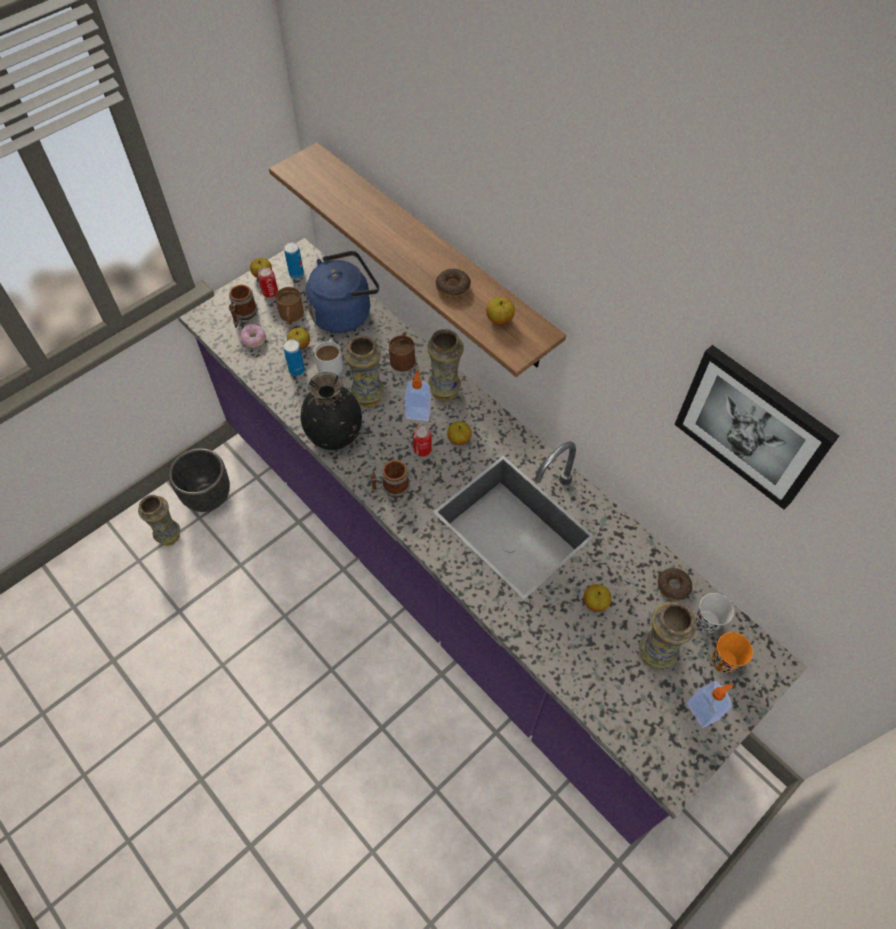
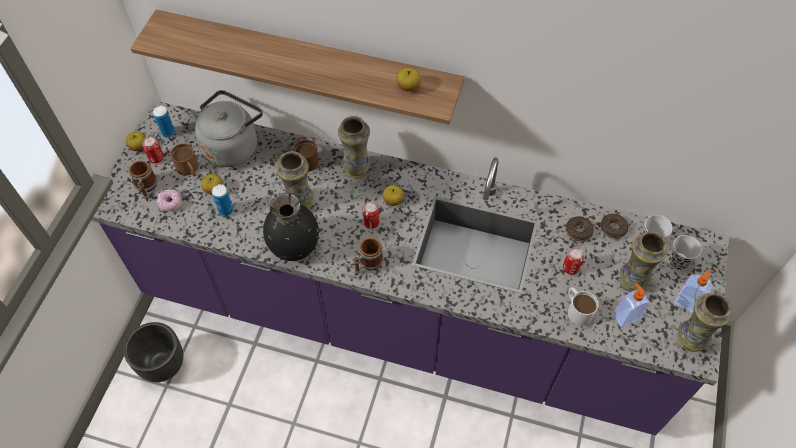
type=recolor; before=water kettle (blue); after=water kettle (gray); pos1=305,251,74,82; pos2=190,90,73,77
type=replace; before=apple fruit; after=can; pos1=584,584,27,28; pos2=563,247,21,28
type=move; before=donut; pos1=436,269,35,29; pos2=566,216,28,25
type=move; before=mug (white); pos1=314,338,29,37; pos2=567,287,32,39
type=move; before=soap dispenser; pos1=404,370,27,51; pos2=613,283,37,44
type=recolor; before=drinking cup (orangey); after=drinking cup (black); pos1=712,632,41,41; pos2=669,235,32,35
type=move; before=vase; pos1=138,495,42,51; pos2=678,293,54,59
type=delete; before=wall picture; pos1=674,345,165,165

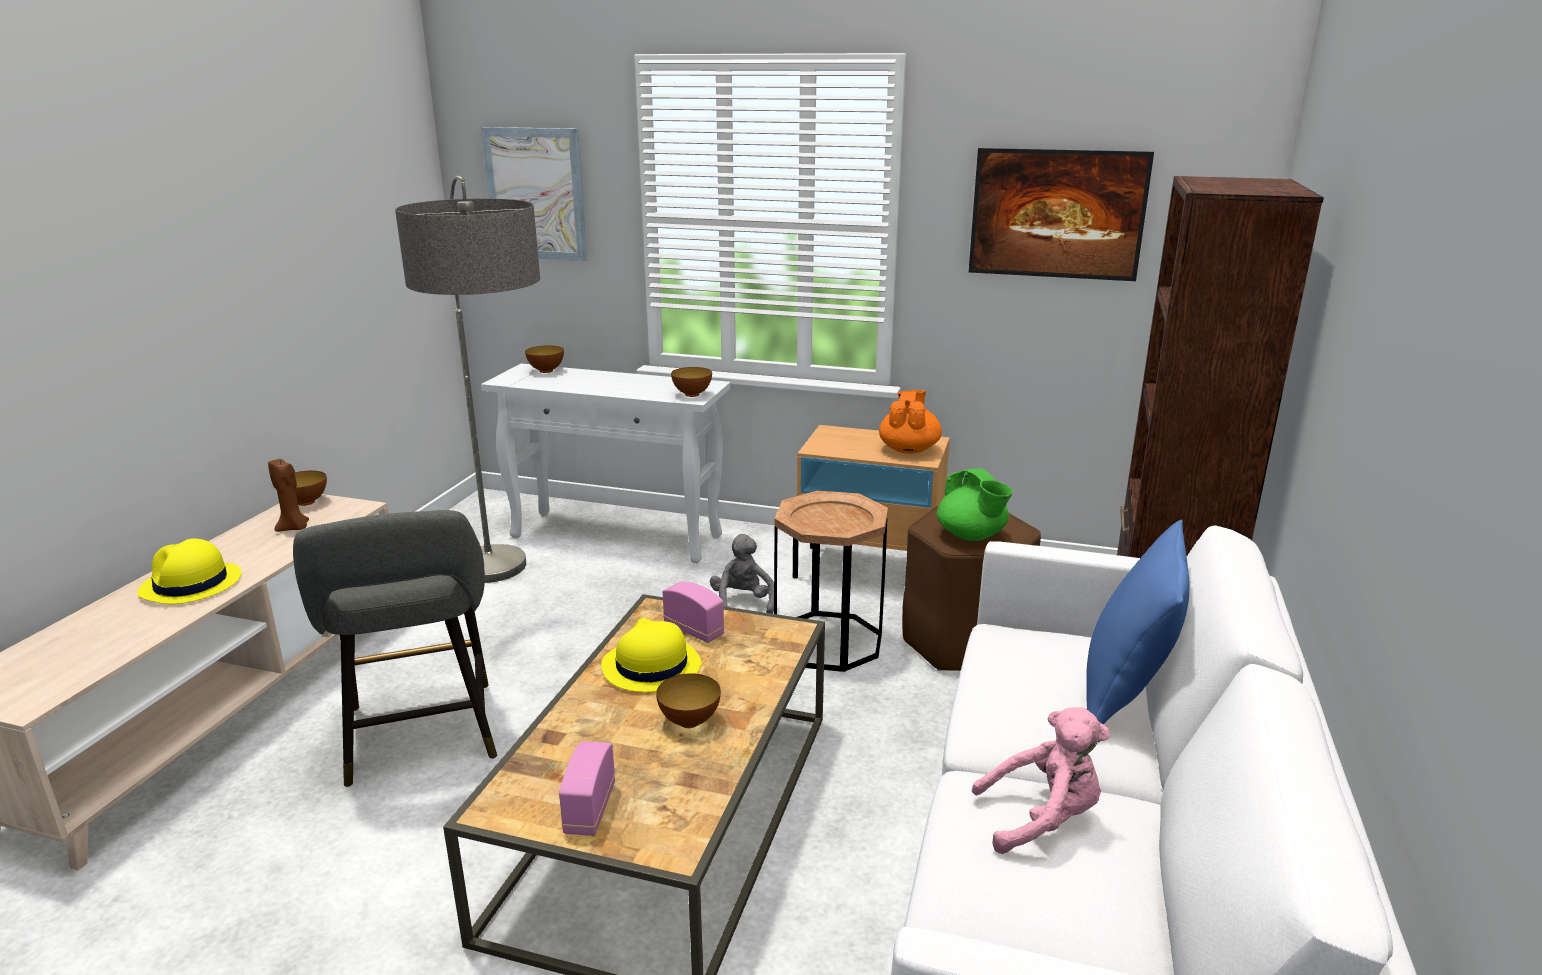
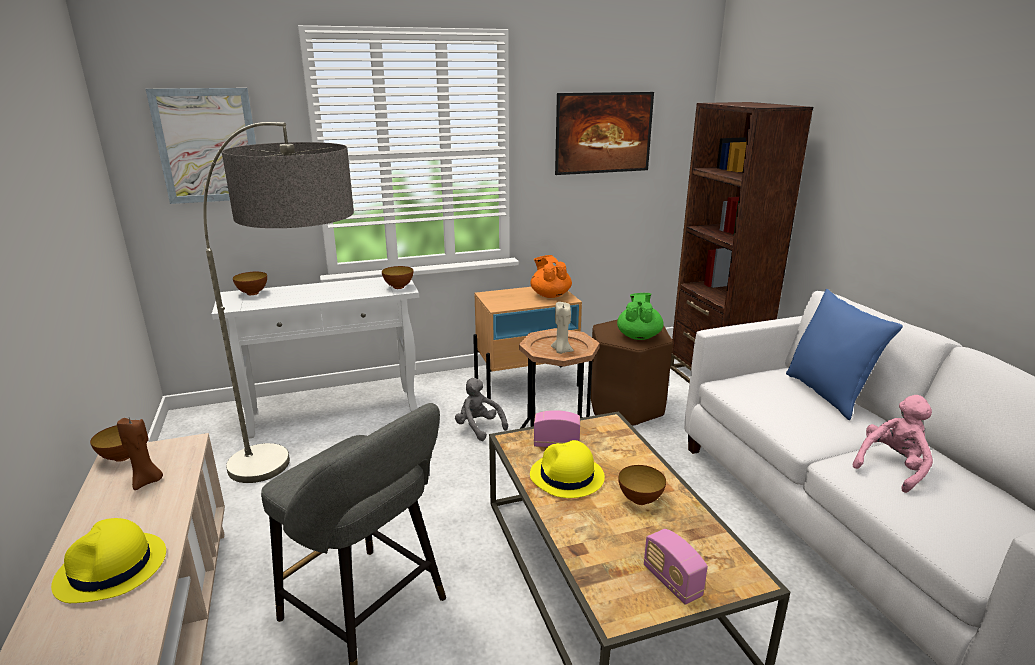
type=insert; after=wax candle (beige-coloured); pos2=551,302,23,52
type=rotate; before=teapot (green); pos1=937,468,76,73; pos2=617,293,47,47; turn=-105

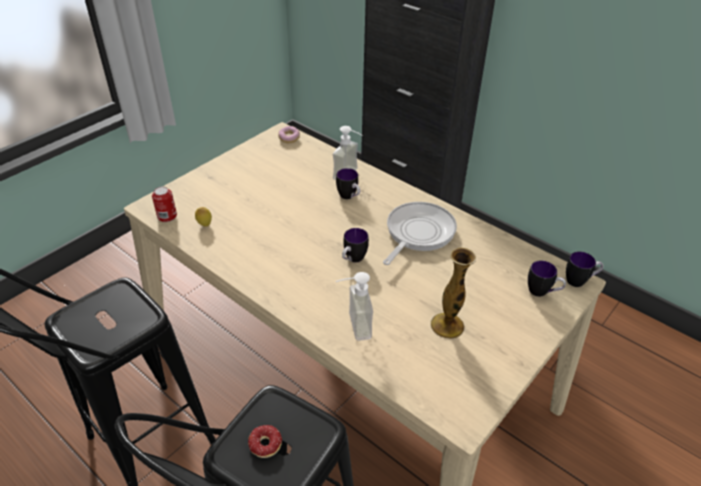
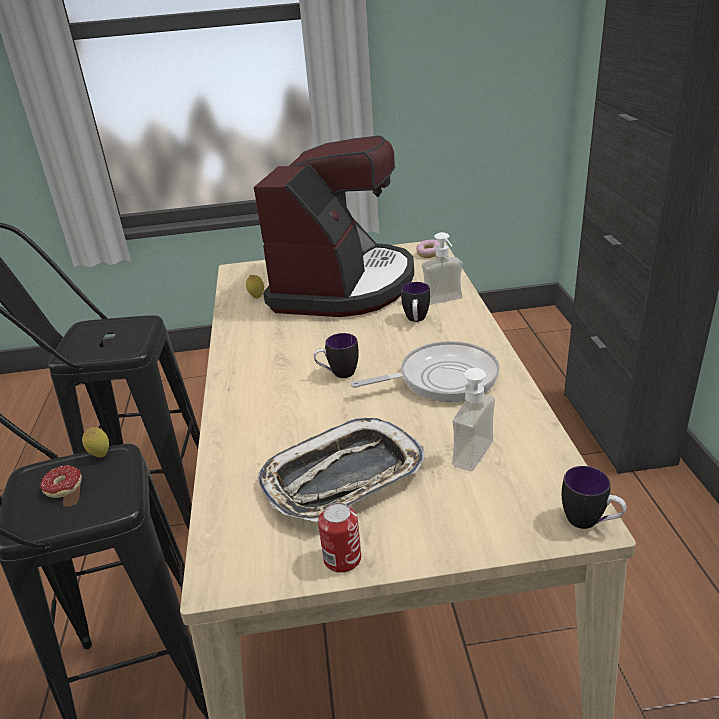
type=insert; after=citrus fruit; pos2=82,427,27,30
type=insert; after=coffee machine; pos2=254,136,160,181
type=replace; before=vase; after=serving tray; pos1=430,248,46,91; pos2=258,418,167,104
type=move; before=can; pos1=152,187,25,35; pos2=318,503,43,70
type=move; before=soap dispenser; pos1=336,272,37,69; pos2=441,366,54,105
type=delete; before=mug; pos1=528,260,38,37

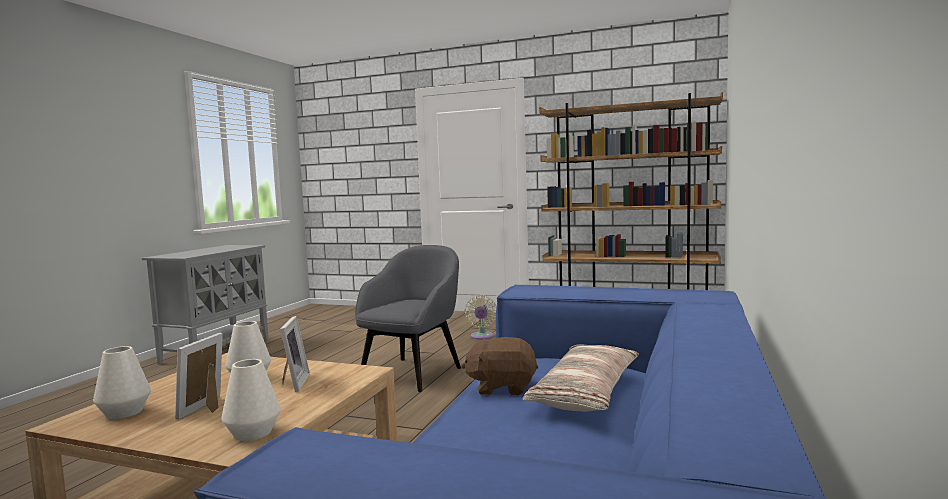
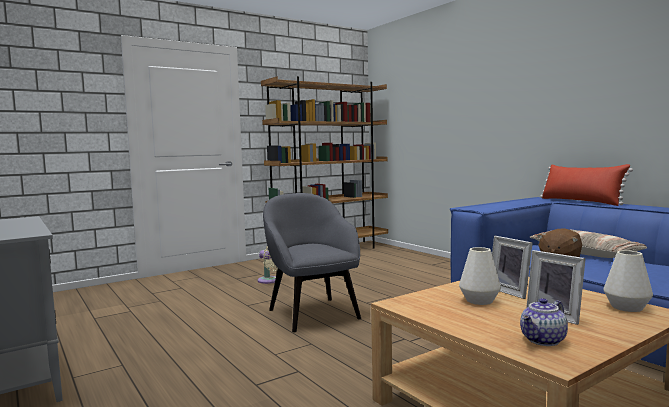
type=rotate; before=standing frame; pos1=280,316,30,76; pos2=492,236,41,63; turn=-150
type=replace; before=vase (white); after=teapot; pos1=93,346,58,73; pos2=520,298,48,48
type=insert; after=pillow (red-coloured); pos2=540,164,93,42

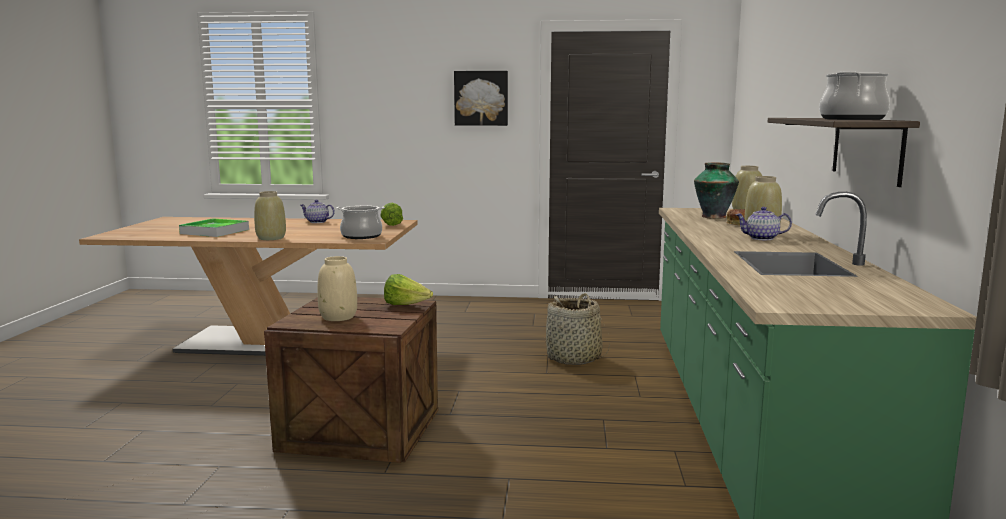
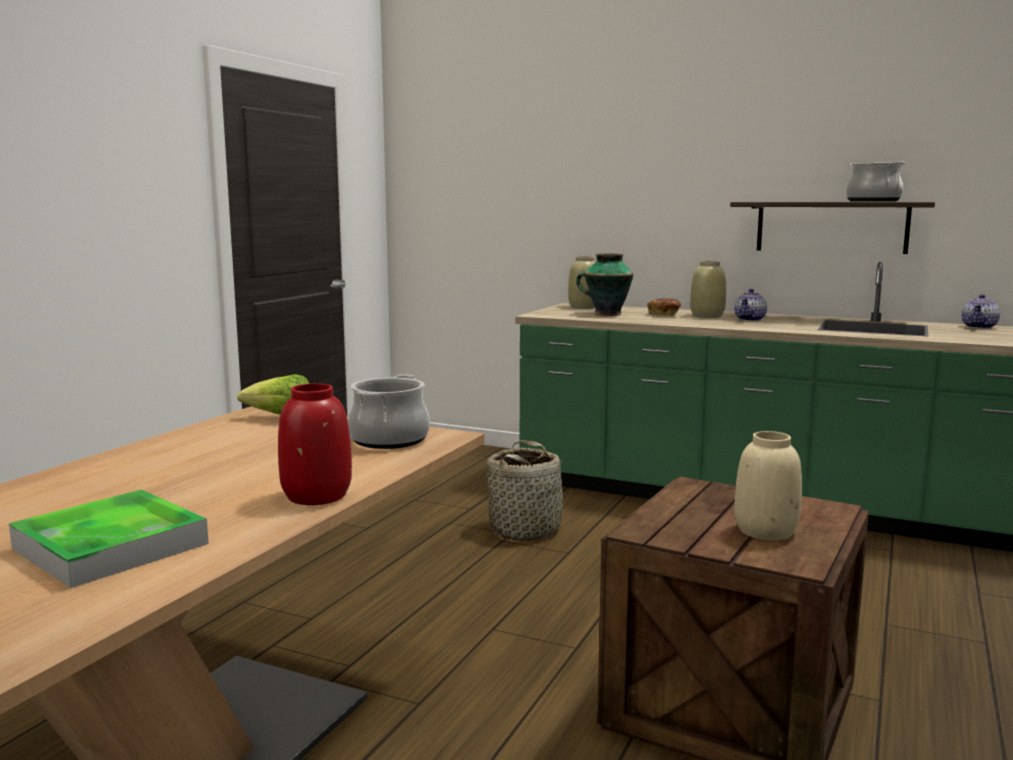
type=recolor; before=vase (beige-coloured); after=vase (red-coloured); pos1=254,191,32,49; pos2=278,383,74,122
type=move; before=teapot; pos1=300,200,35,23; pos2=962,294,38,35
type=delete; before=lettuce head; pos1=384,274,49,31
type=delete; before=wall picture; pos1=454,71,54,55

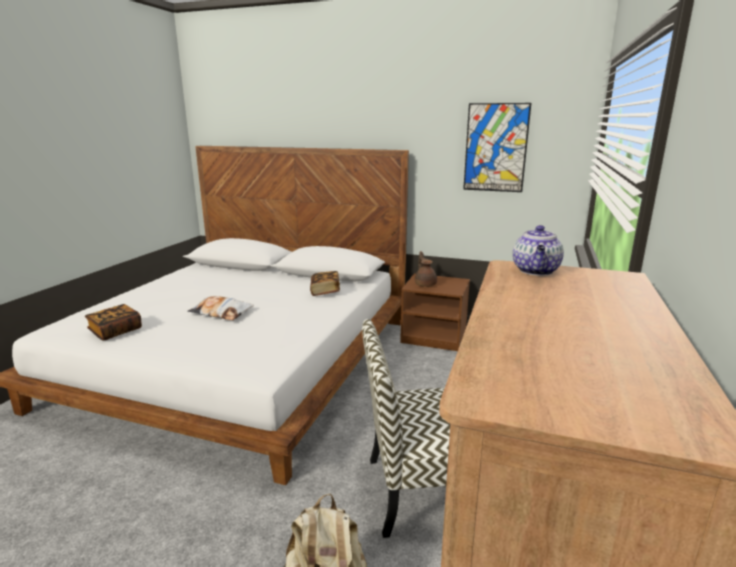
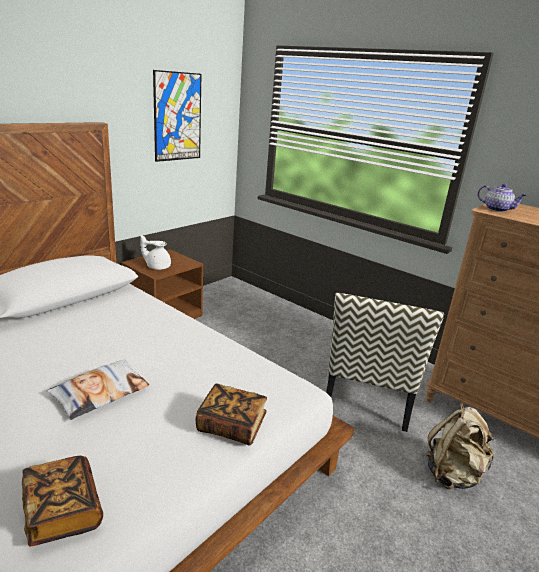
type=recolor; before=teapot (brownish); after=teapot (white); pos1=415,251,22,36; pos2=140,235,31,35
type=move; before=volume; pos1=310,271,30,25; pos2=195,383,72,62

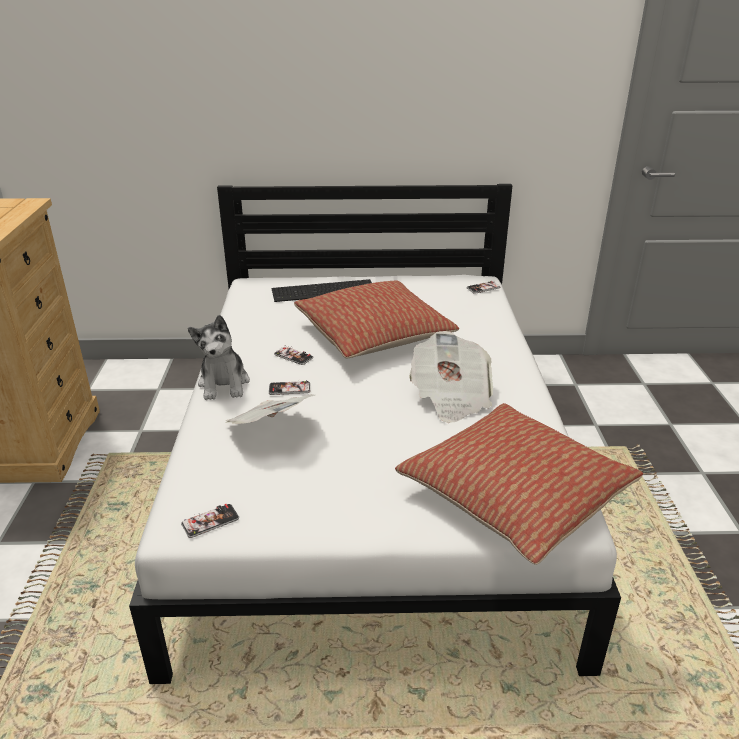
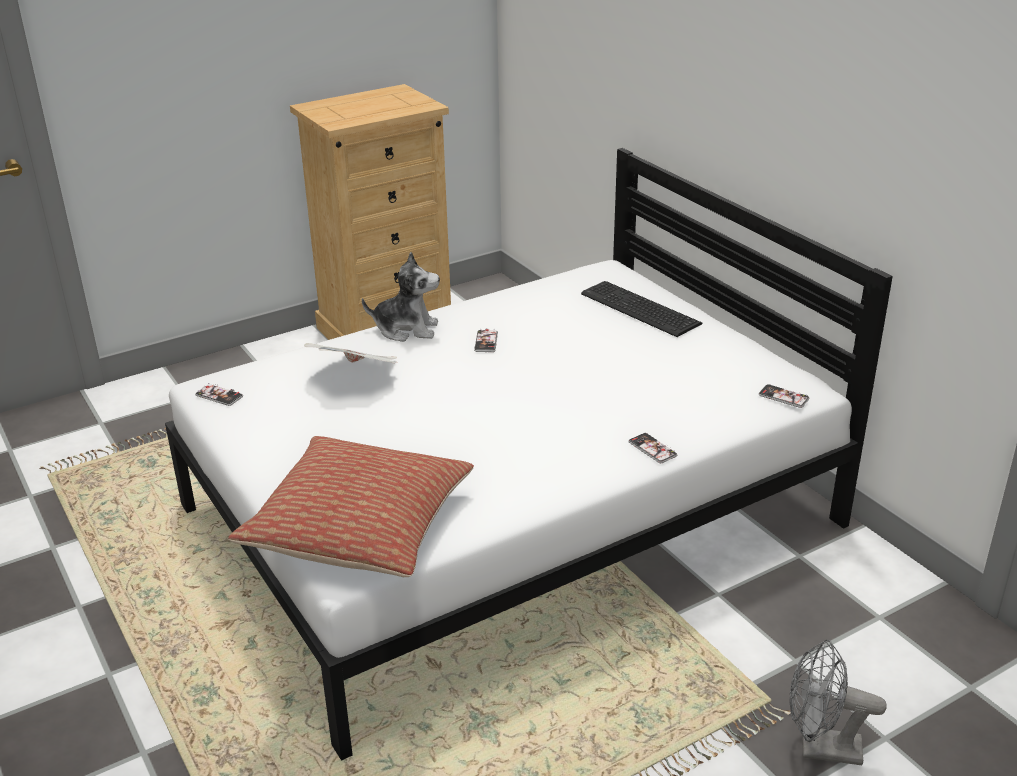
type=rotate; before=soft toy; pos1=188,315,62,85; pos2=362,252,78,90; turn=-135
type=move; before=telephone; pos1=269,380,41,15; pos2=628,433,49,30
type=insert; after=cooling fan (gray); pos2=790,639,97,126
type=delete; before=pillow; pos1=294,280,165,79
type=delete; before=newspaper; pos1=409,331,84,92

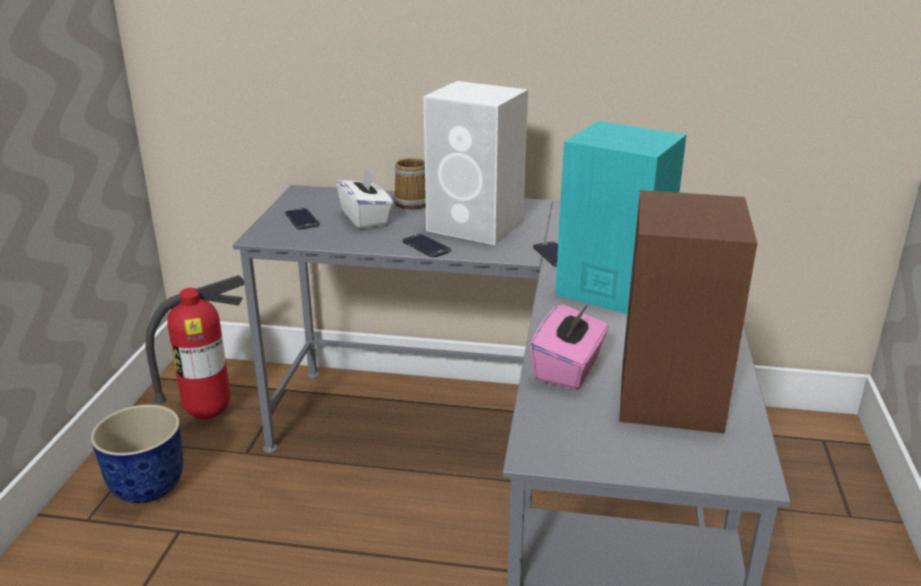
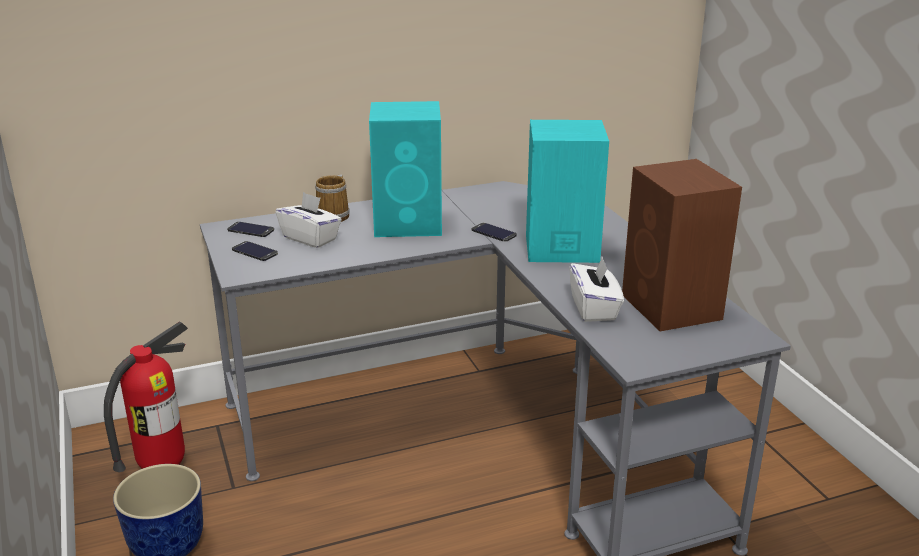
type=move; before=telephone; pos1=402,234,49,23; pos2=227,222,47,15
type=recolor; before=speaker (white); after=speaker (turquoise); pos1=423,81,105,164; pos2=369,101,73,136
type=recolor; before=tissue holder (pink-coloured); after=tissue holder (white); pos1=530,303,79,87; pos2=569,256,55,66

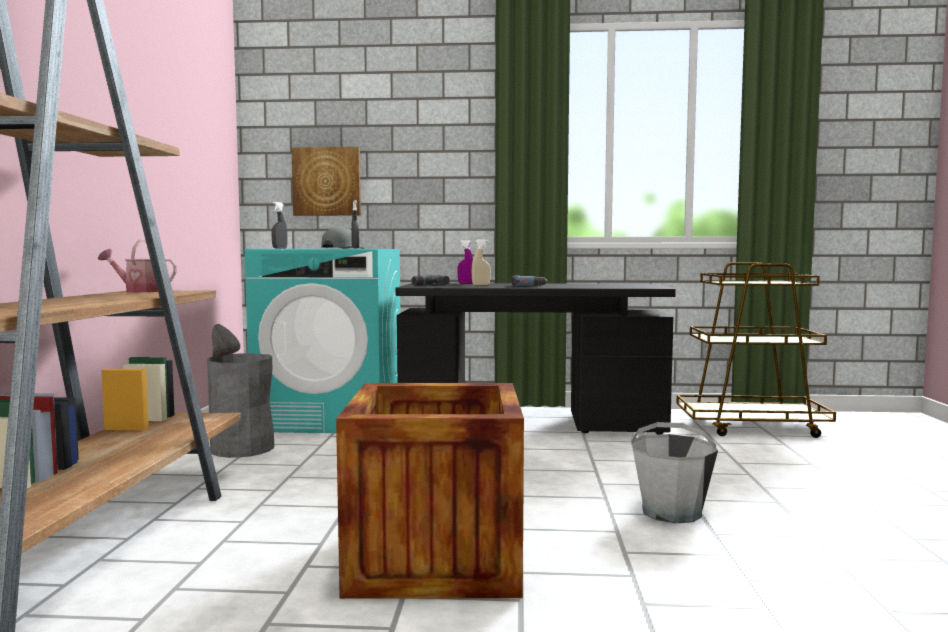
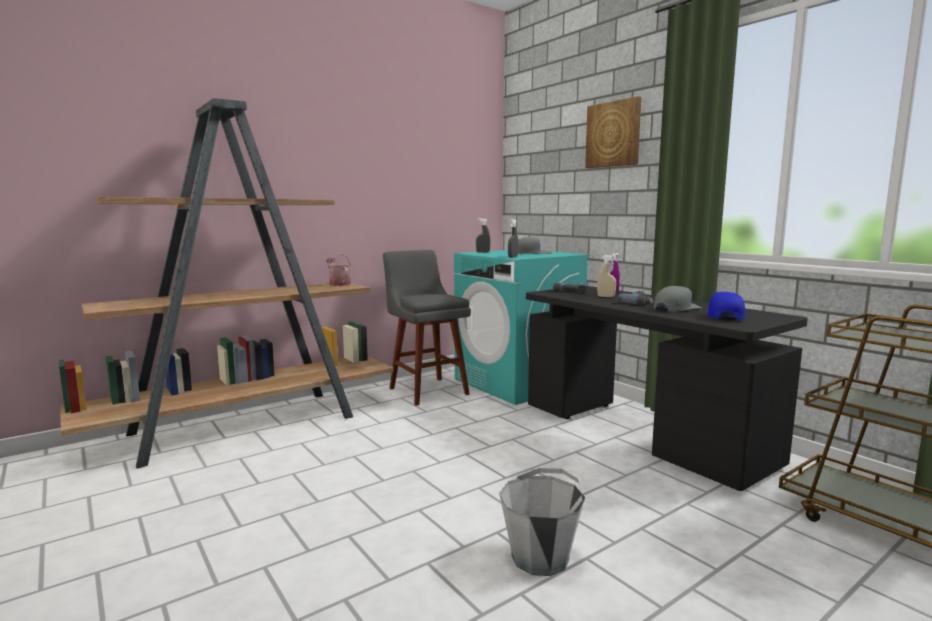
type=replace; before=rubbish bin (gray); after=stool (gray); pos1=207,324,67,134; pos2=383,250,88,156
type=move; before=wall picture; pos1=291,147,70,69; pos2=585,96,56,72
type=insert; after=peaked cap (gray); pos2=654,286,47,26
type=insert; after=peaked cap (blue); pos2=707,292,38,29
type=delete; before=crate; pos1=336,383,188,216

